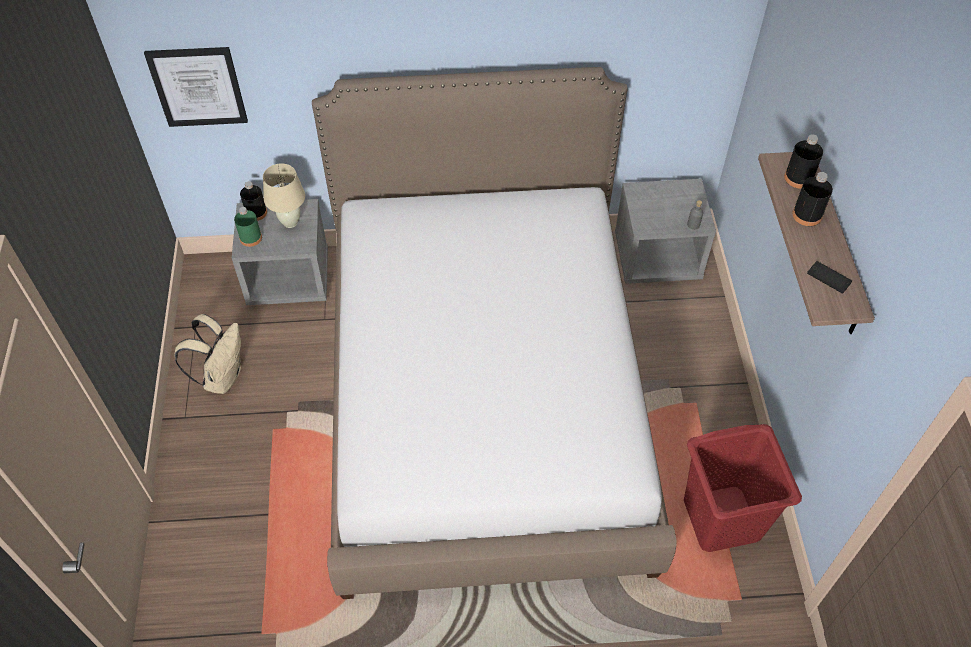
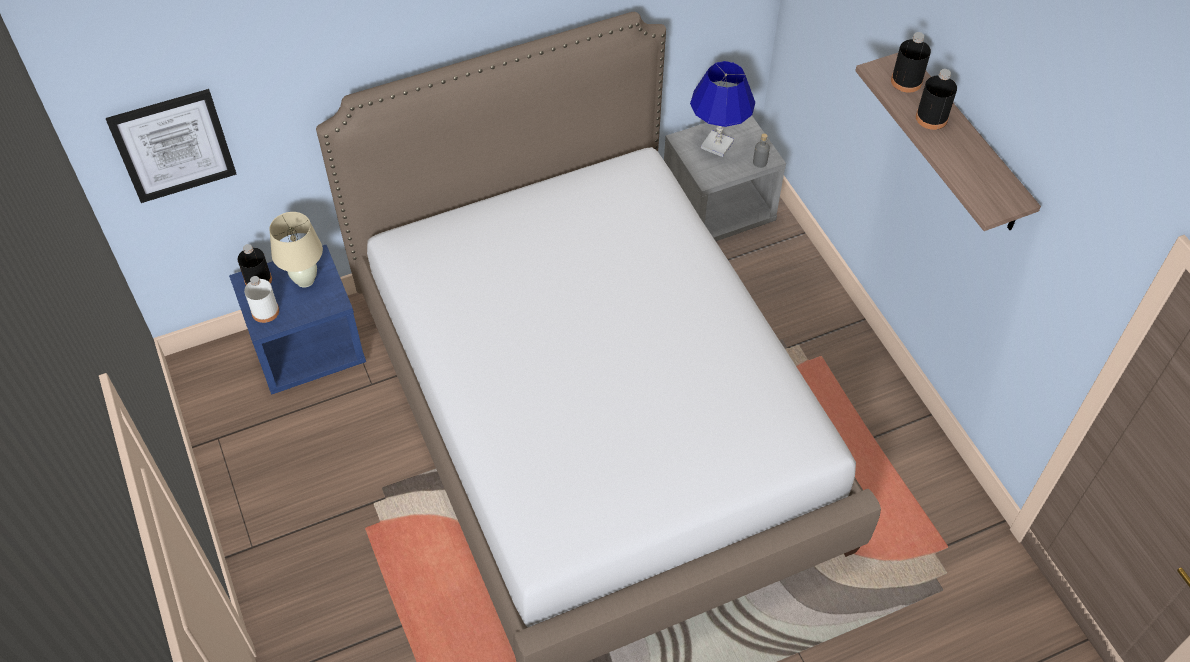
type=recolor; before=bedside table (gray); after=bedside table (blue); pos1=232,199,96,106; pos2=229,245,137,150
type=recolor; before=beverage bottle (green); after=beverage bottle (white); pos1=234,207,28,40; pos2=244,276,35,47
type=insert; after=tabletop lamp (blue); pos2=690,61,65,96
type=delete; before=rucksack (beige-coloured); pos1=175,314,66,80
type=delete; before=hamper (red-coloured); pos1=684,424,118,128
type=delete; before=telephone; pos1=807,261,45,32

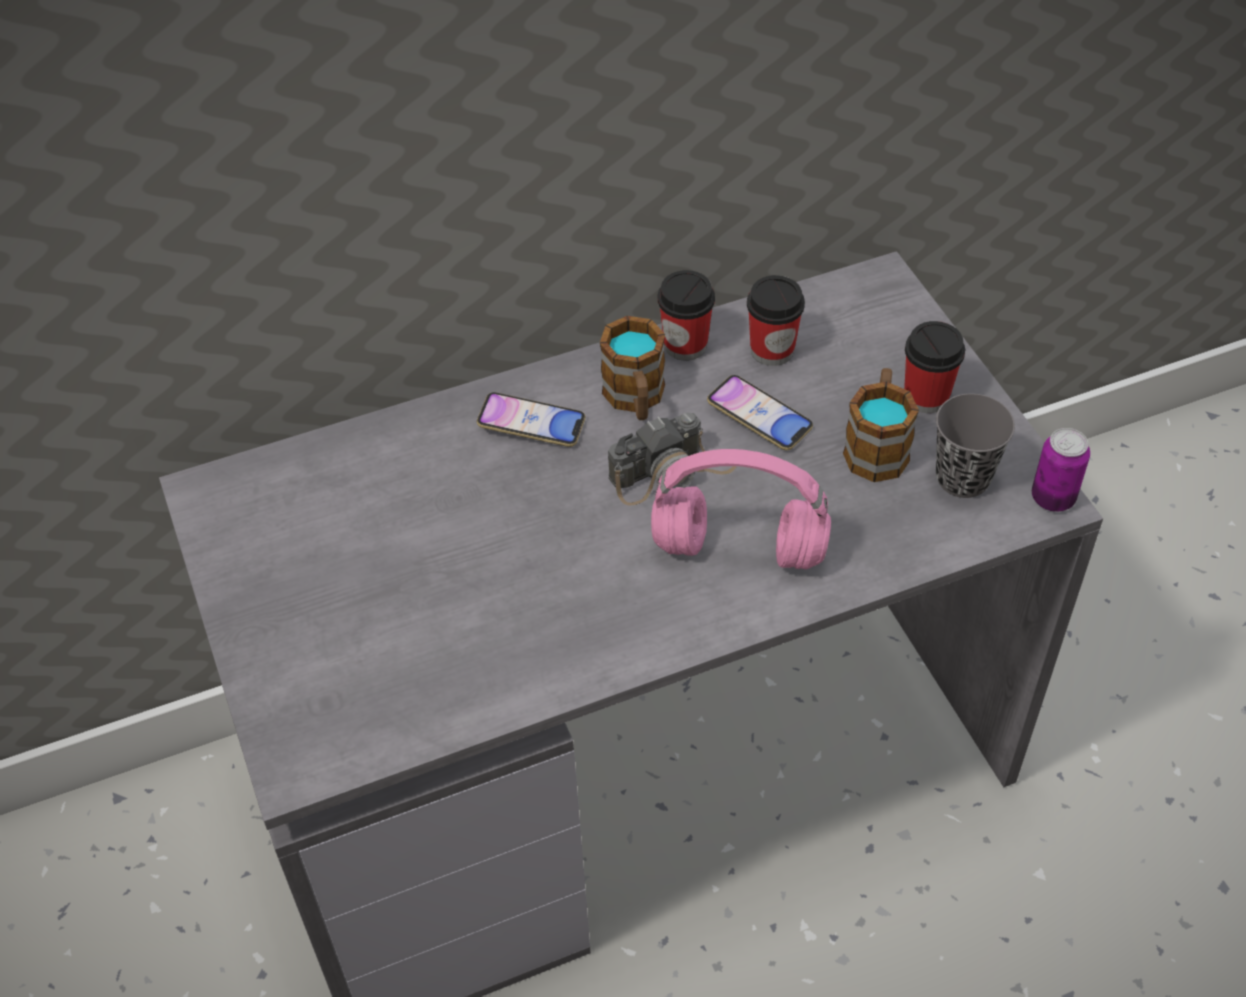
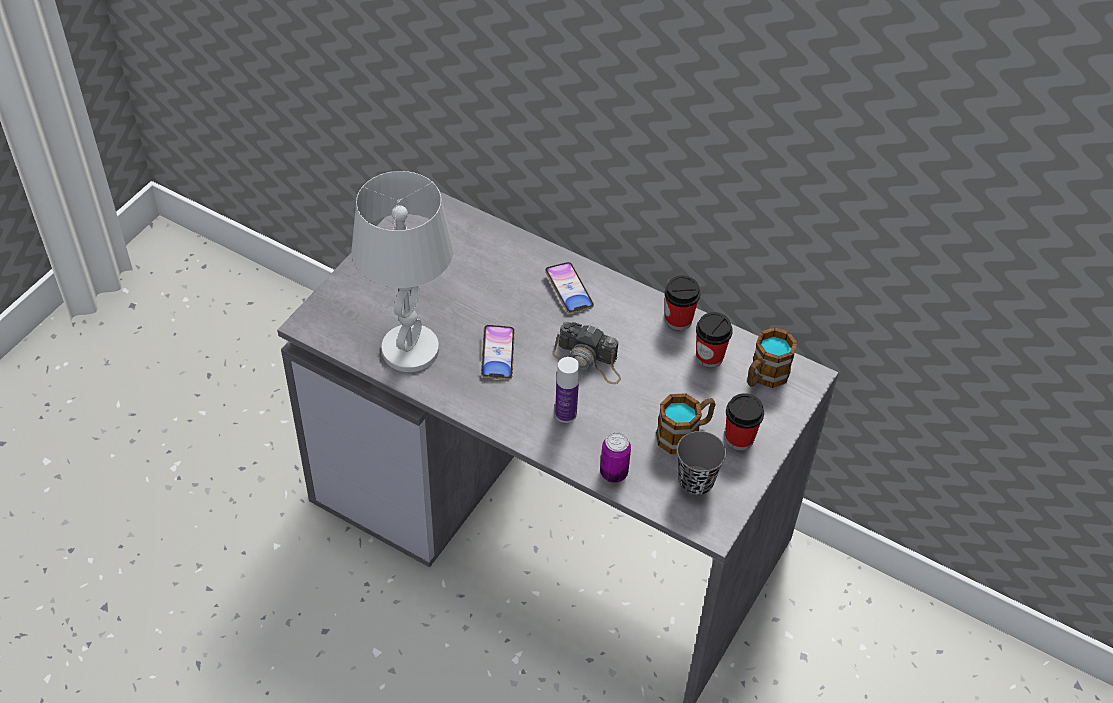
type=insert; after=tabletop lamp (white); pos2=351,171,103,201
type=move; before=telephone; pos1=707,375,106,75; pos2=481,325,34,55
type=replace; before=headset (pink-coloured); after=beverage bottle; pos1=651,449,180,120; pos2=555,357,24,66
type=move; before=can; pos1=1032,428,58,84; pos2=600,432,31,51
type=move; before=mug; pos1=600,316,65,104; pos2=747,327,50,61

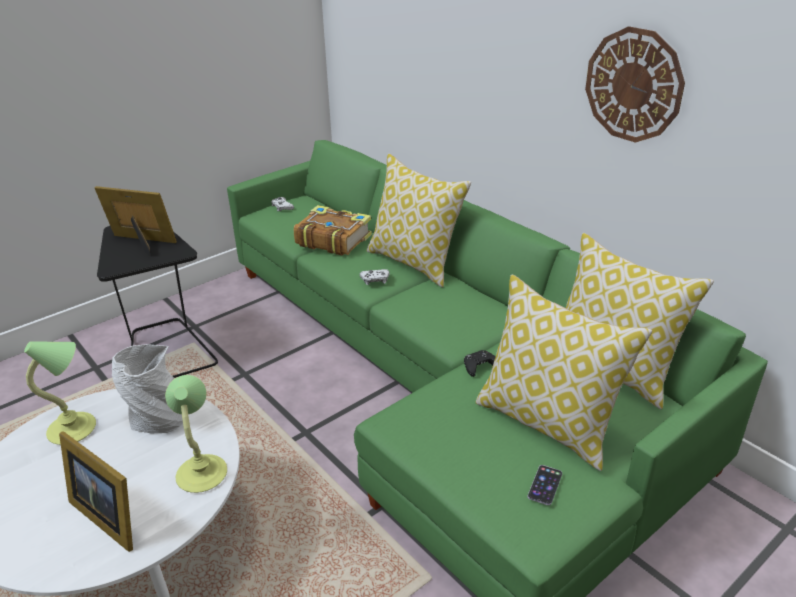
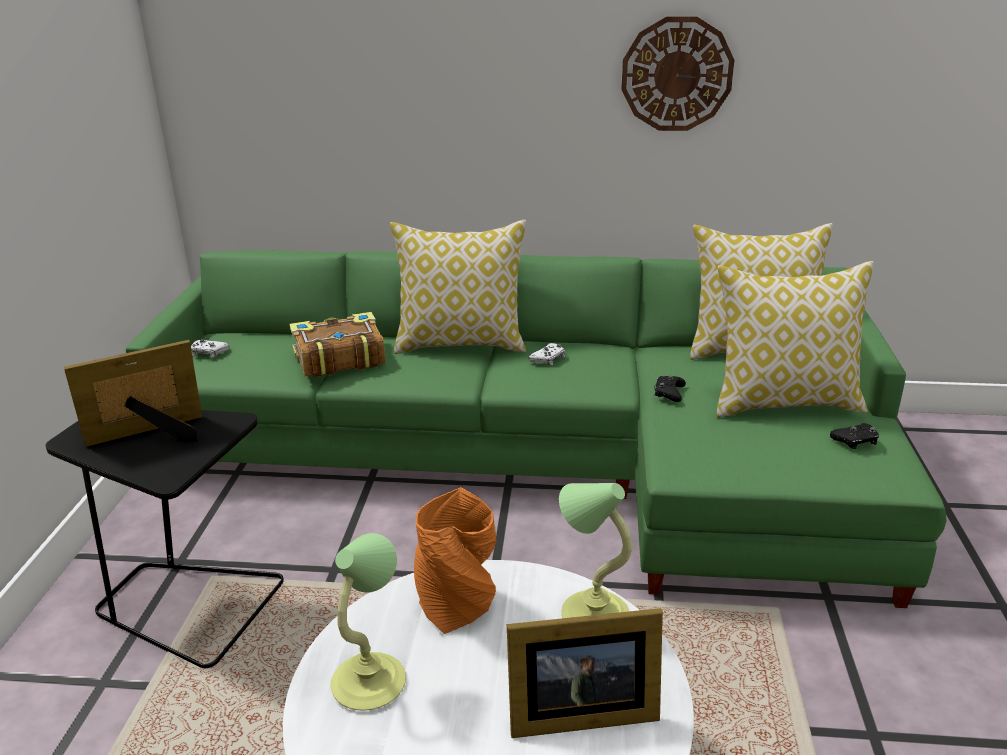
type=recolor; before=vase (gray); after=vase (orangey); pos1=112,344,71,89; pos2=414,487,82,147
type=move; before=gamepad (white); pos1=359,269,31,16; pos2=529,343,36,22
type=replace; before=telephone; after=gamepad (black); pos1=528,465,34,40; pos2=830,423,49,26

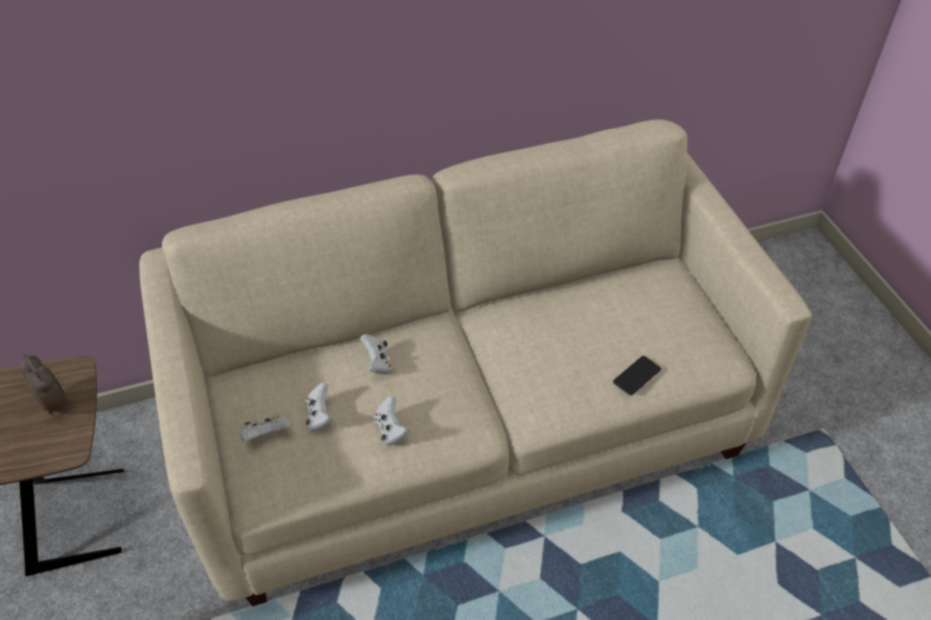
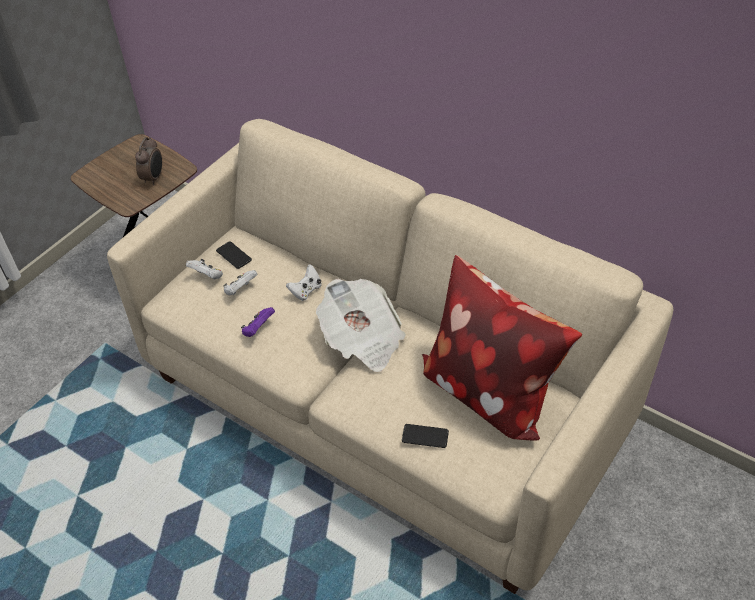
type=insert; after=telephone; pos2=216,241,36,28
type=recolor; before=gamepad (white); after=gamepad (purple-coloured); pos1=373,396,37,50; pos2=241,307,34,30
type=insert; after=newspaper; pos2=316,279,90,93
type=insert; after=pillow; pos2=422,255,160,186

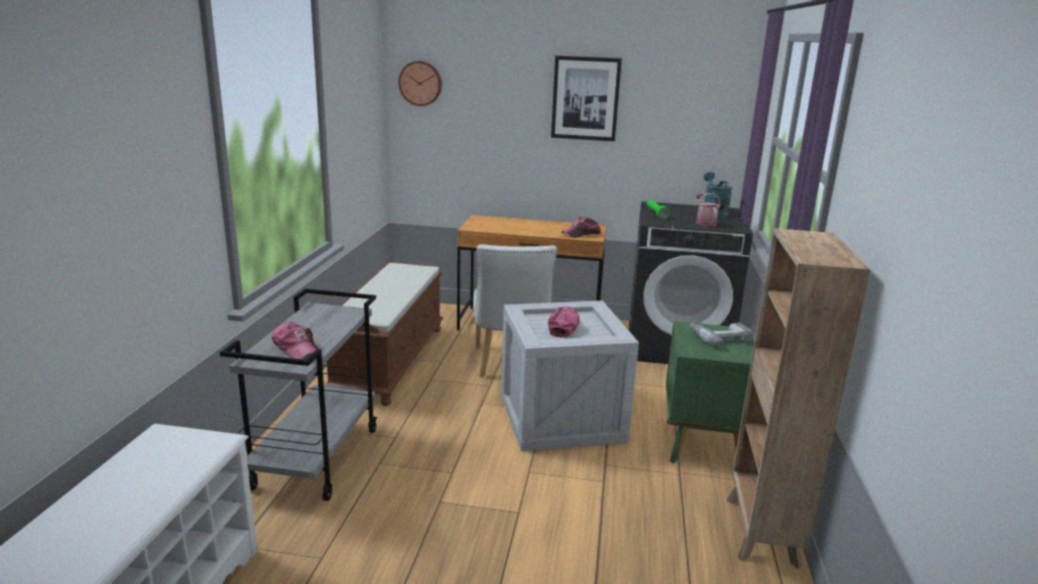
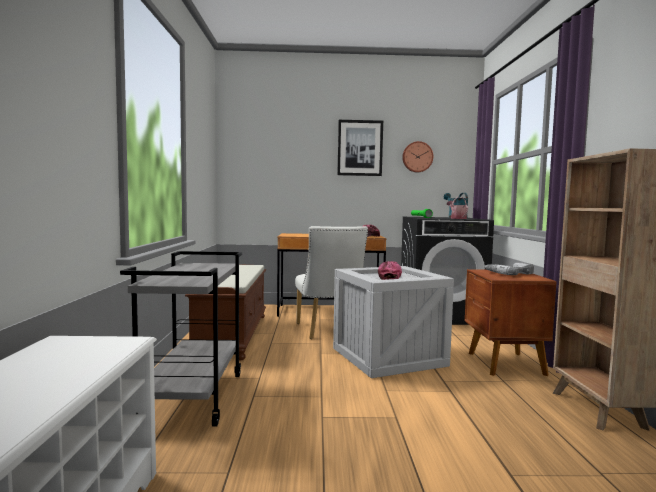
type=move; before=clock on the wall; pos1=398,61,44,45; pos2=402,141,31,32
type=recolor; before=bedside table (green); after=bedside table (brownish); pos1=666,321,88,142; pos2=465,269,92,107
type=delete; before=peaked cap; pos1=271,321,47,38

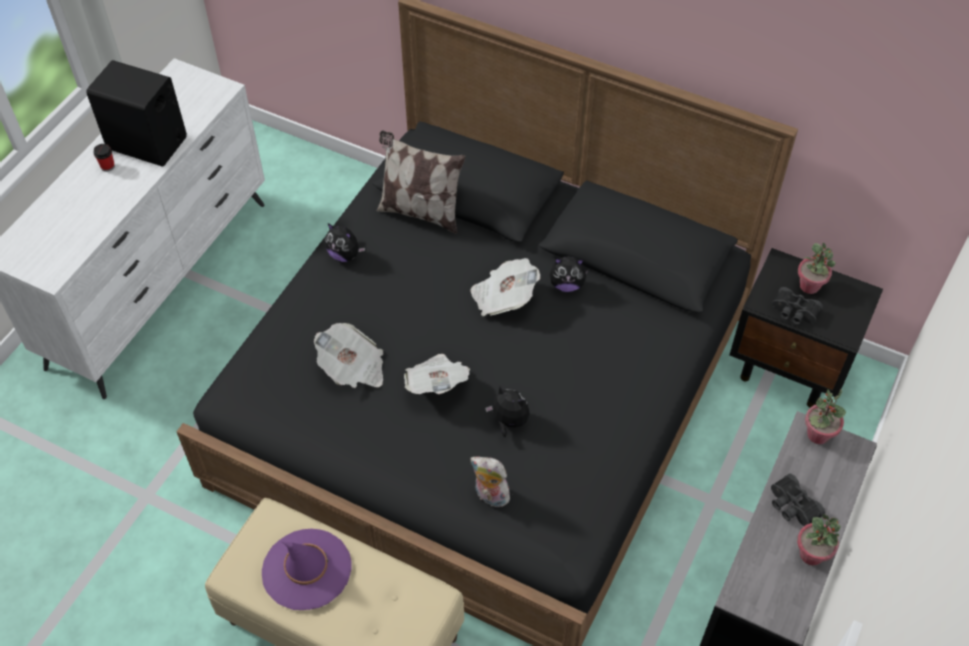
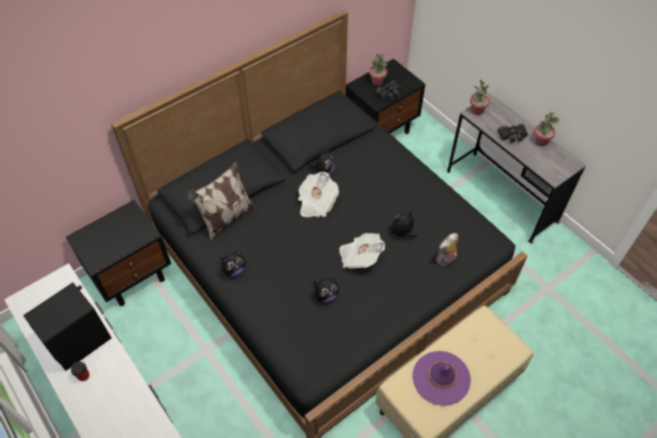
type=insert; after=bedside table (black); pos2=66,200,105,106
type=replace; before=newspaper; after=soft toy; pos1=314,323,70,65; pos2=313,278,26,24

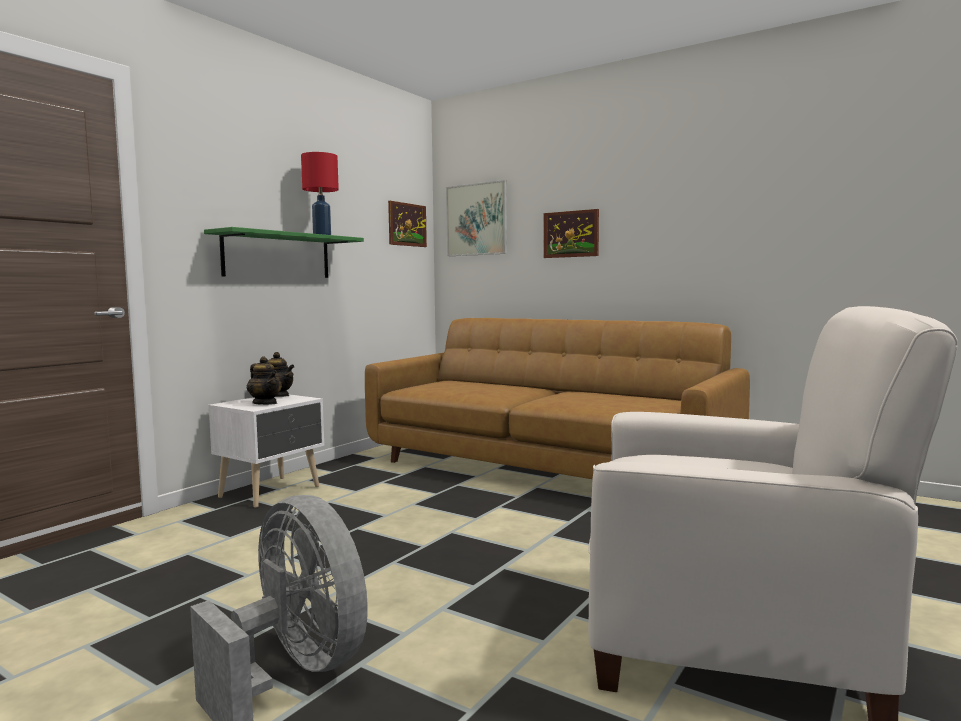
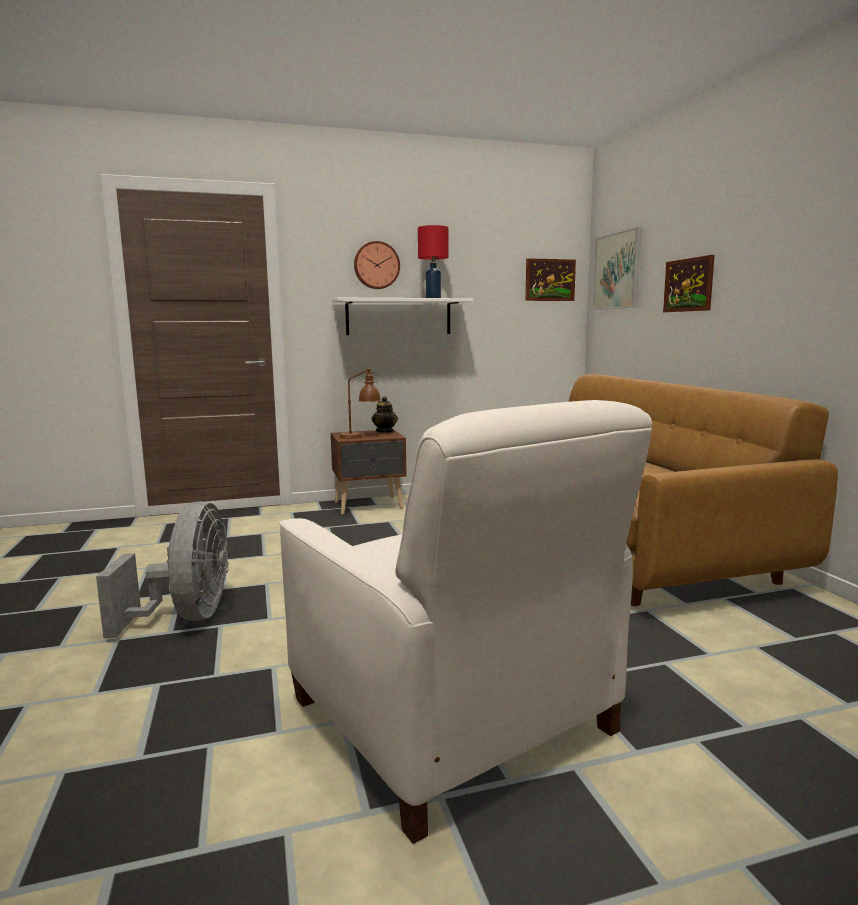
type=recolor; before=bedside table (white); after=bedside table (brownish); pos1=209,394,115,114; pos2=331,430,76,84
type=recolor; before=wall shelf (green); after=wall shelf (white); pos1=204,227,160,51; pos2=332,298,141,37
type=replace; before=teapot; after=tabletop lamp (brownish); pos1=247,356,35,49; pos2=339,368,42,71
type=insert; after=clock on the wall; pos2=354,241,46,48

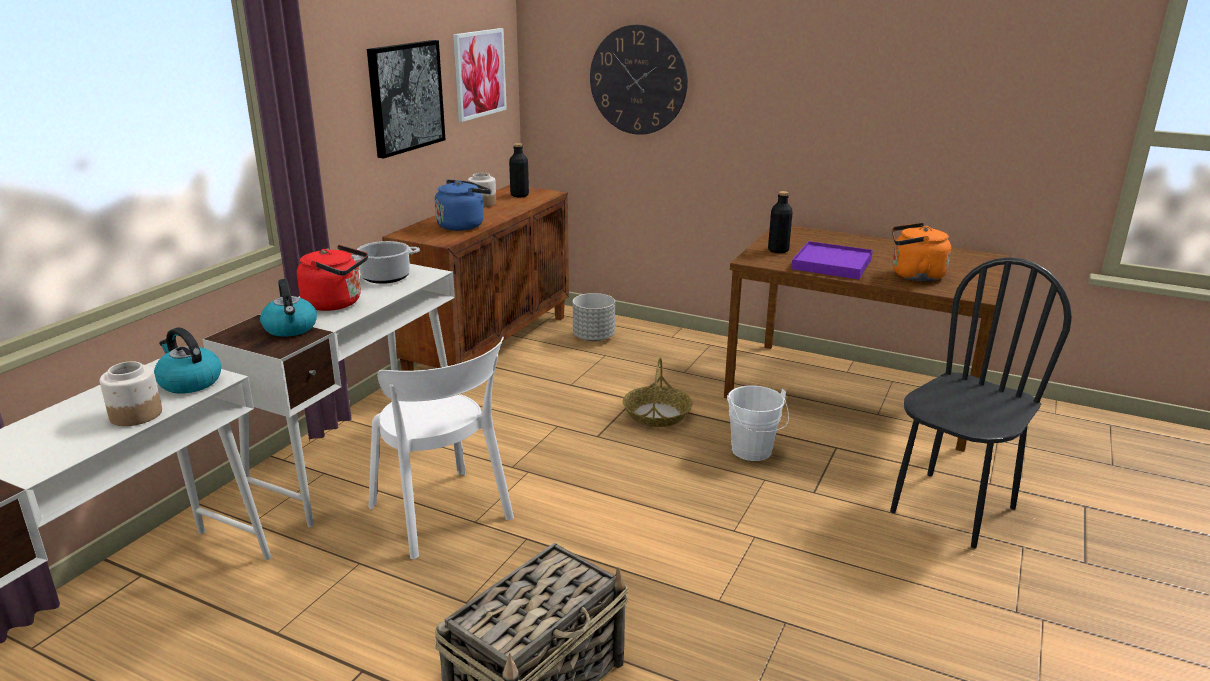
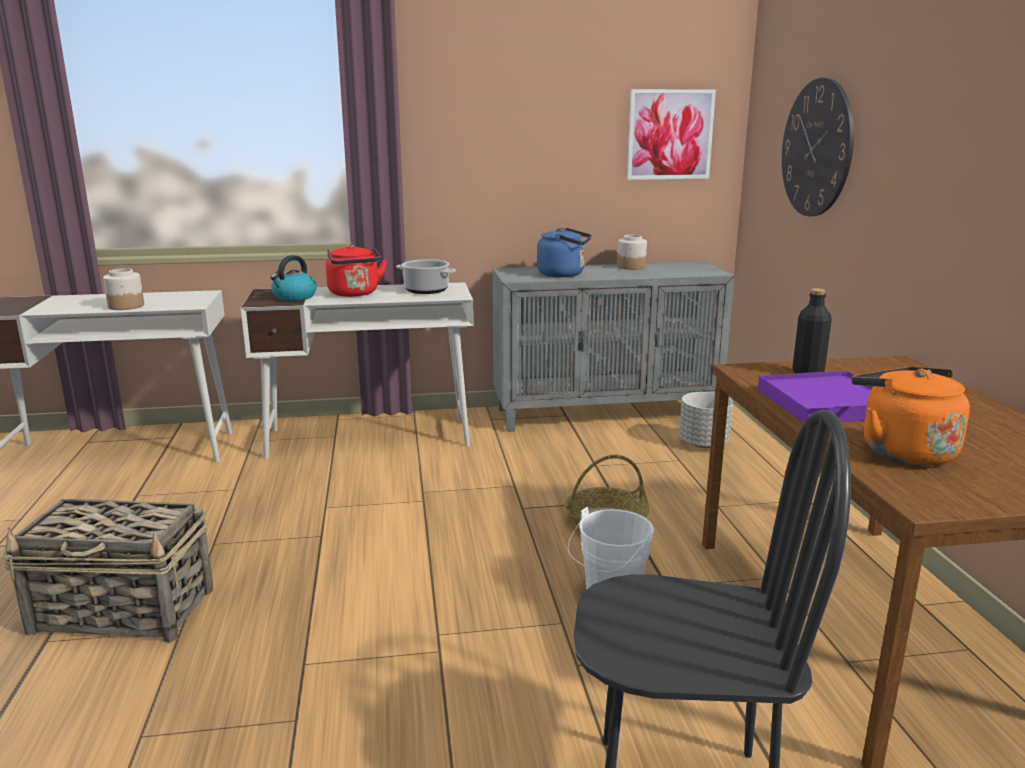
type=recolor; before=cabinet (brownish); after=cabinet (gray); pos1=382,185,187,186; pos2=492,262,242,170
type=delete; before=water kettle; pos1=154,327,68,66
type=delete; before=wall picture; pos1=367,40,79,119
type=delete; before=upright chair (white); pos1=368,337,146,222
type=delete; before=beverage bottle (black); pos1=509,143,20,54

